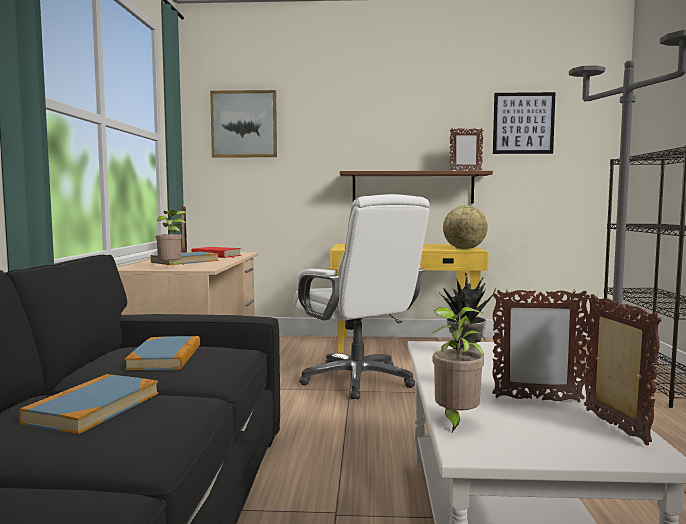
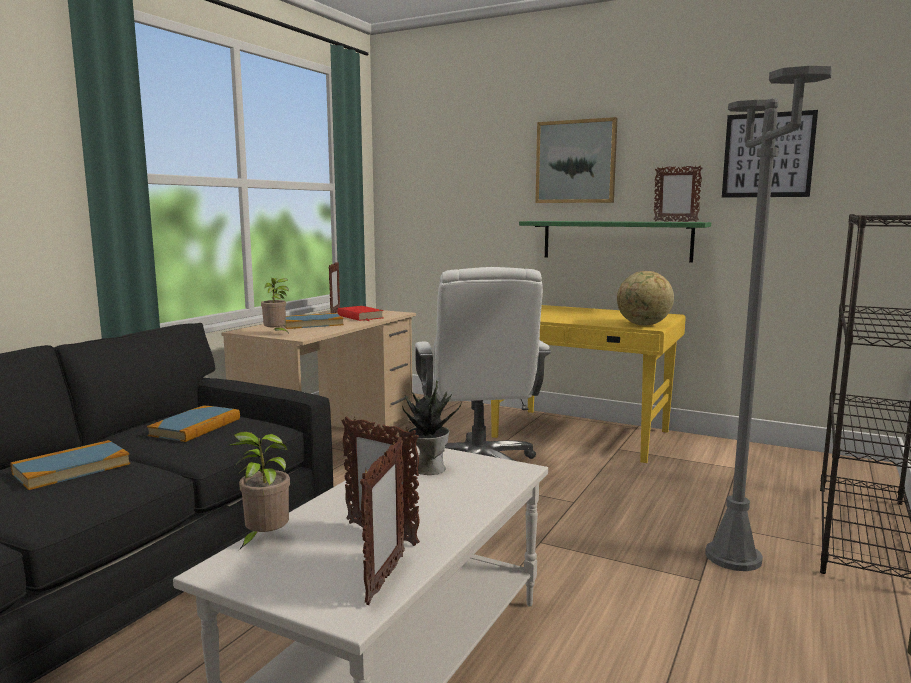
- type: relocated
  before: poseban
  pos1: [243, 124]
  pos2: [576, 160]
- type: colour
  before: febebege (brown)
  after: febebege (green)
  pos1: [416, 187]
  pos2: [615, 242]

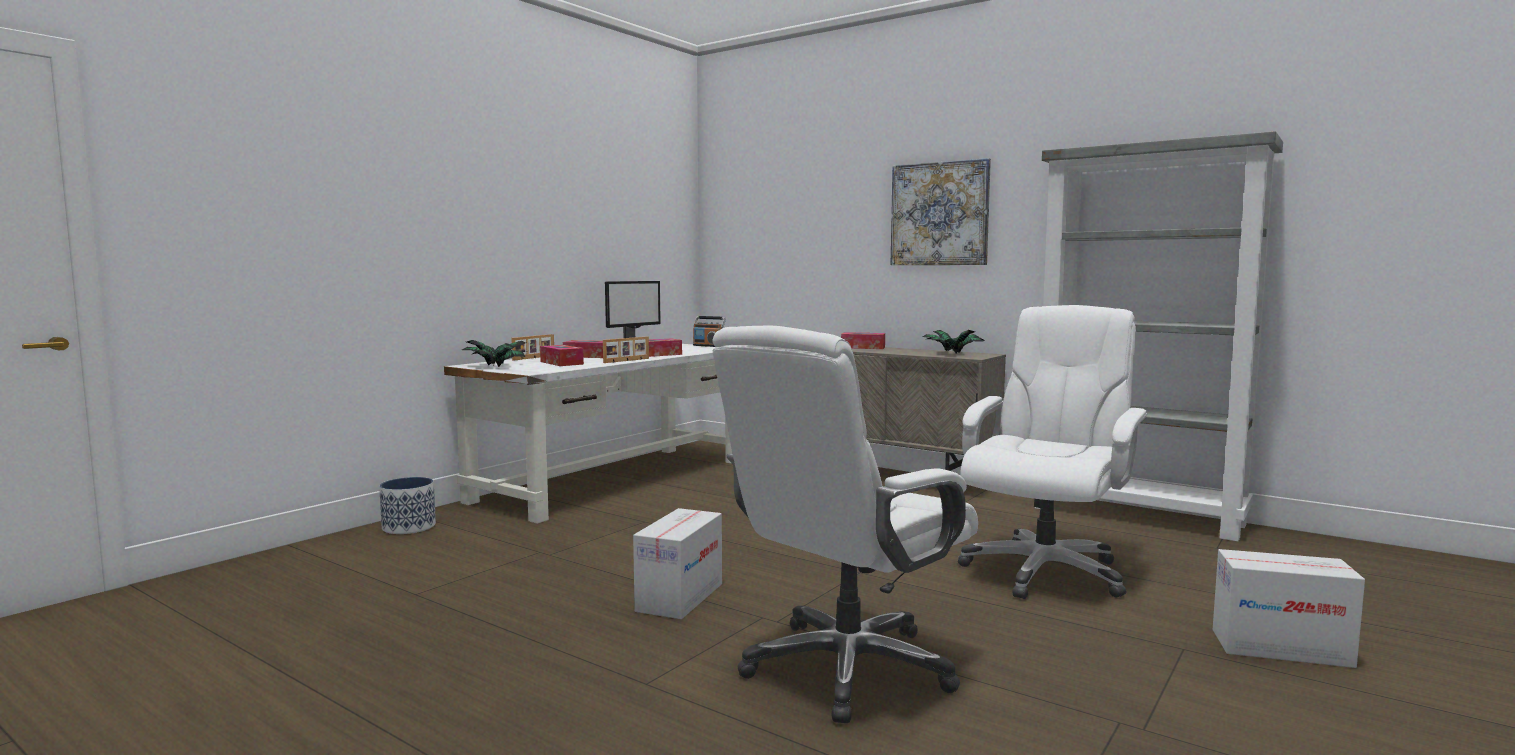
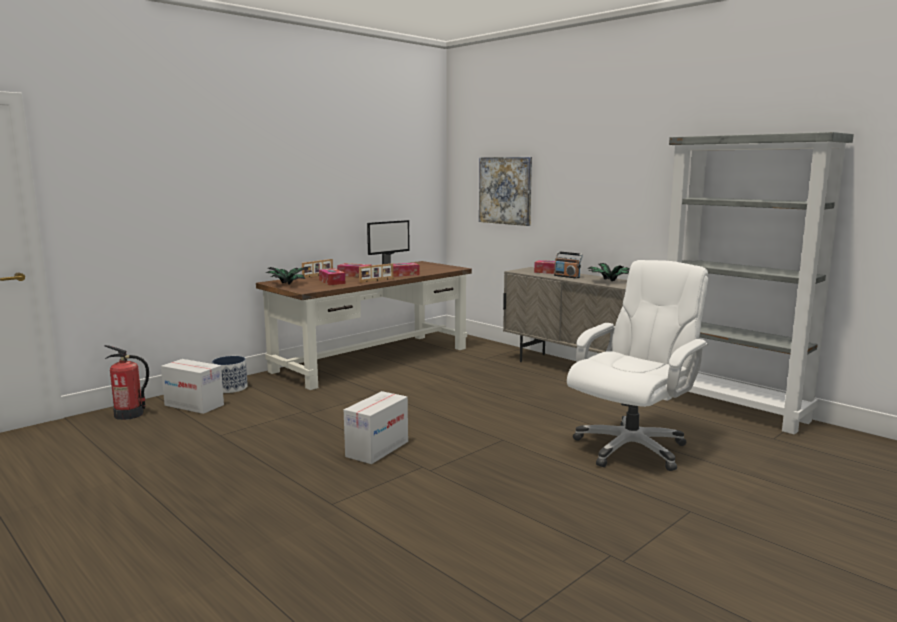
- type: missing
  before: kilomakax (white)
  pos1: [845, 524]
- type: appeared
  after: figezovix
  pos2: [126, 382]
- type: relocated
  before: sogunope
  pos1: [709, 331]
  pos2: [568, 265]
- type: relocated
  before: poseban
  pos1: [941, 211]
  pos2: [505, 191]
- type: relocated
  before: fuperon
  pos1: [1289, 608]
  pos2: [192, 386]
- type: colour
  before: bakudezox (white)
  after: bakudezox (brown)
  pos1: [588, 434]
  pos2: [364, 325]

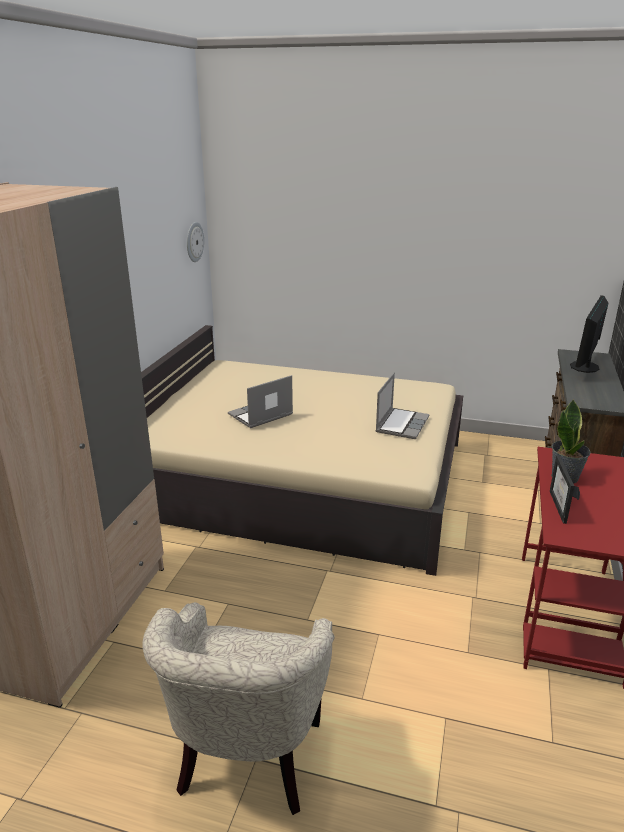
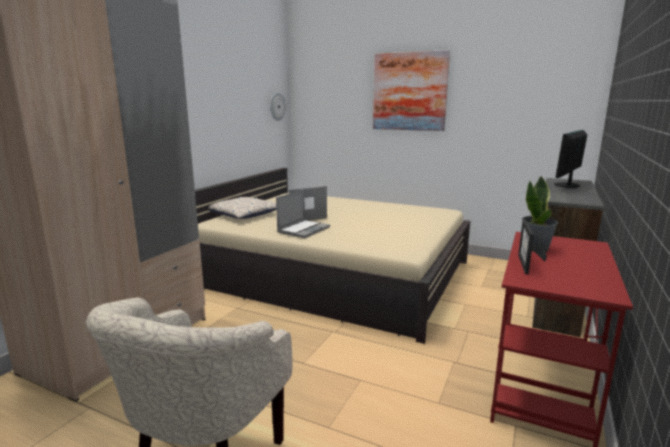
- type: appeared
  after: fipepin
  pos2: [242, 208]
- type: appeared
  after: poseban
  pos2: [411, 90]
- type: relocated
  before: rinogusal
  pos1: [403, 406]
  pos2: [303, 214]

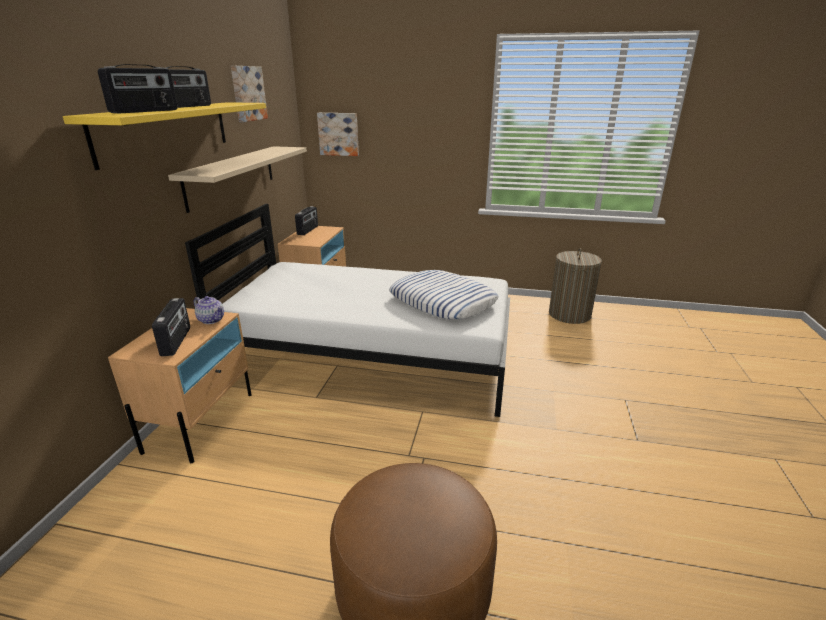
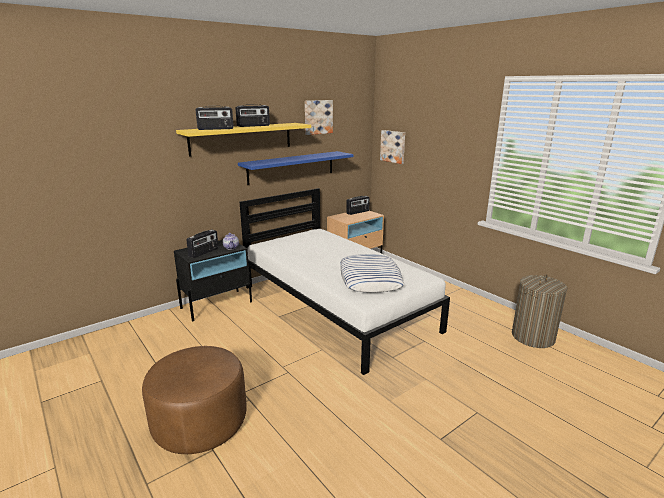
- type: colour
  before: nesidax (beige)
  after: nesidax (black)
  pos1: [179, 385]
  pos2: [213, 280]
- type: colour
  before: febebege (beige)
  after: febebege (blue)
  pos1: [237, 179]
  pos2: [296, 168]

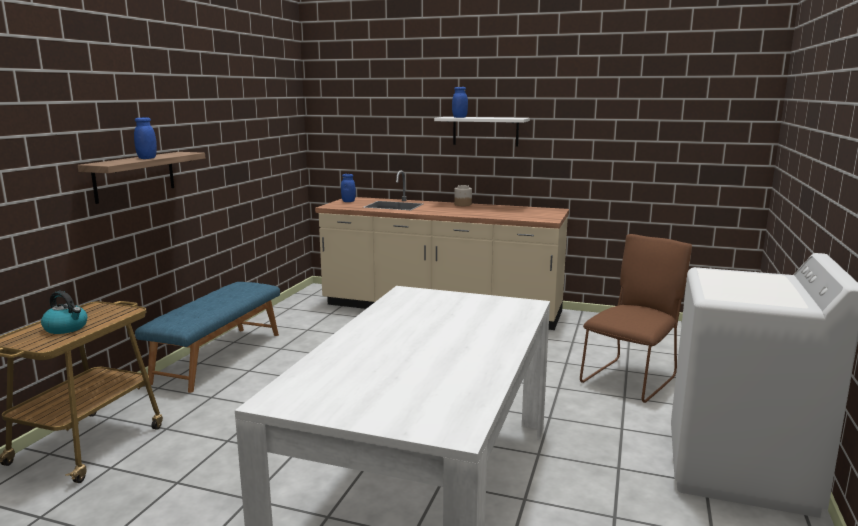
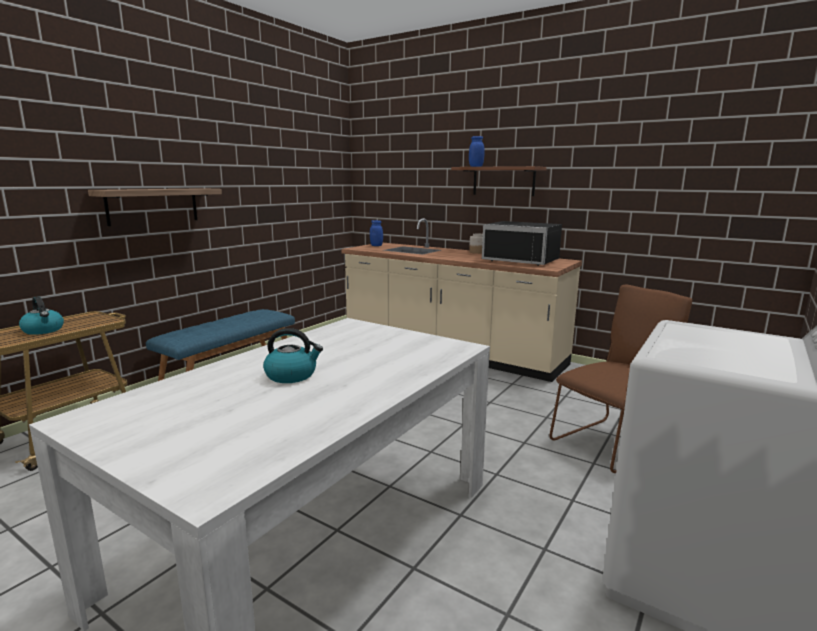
- type: missing
  before: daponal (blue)
  pos1: [145, 138]
- type: appeared
  after: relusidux
  pos2: [293, 355]
- type: appeared
  after: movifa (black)
  pos2: [522, 243]
- type: colour
  before: febebege (white)
  after: febebege (brown)
  pos1: [482, 131]
  pos2: [499, 181]

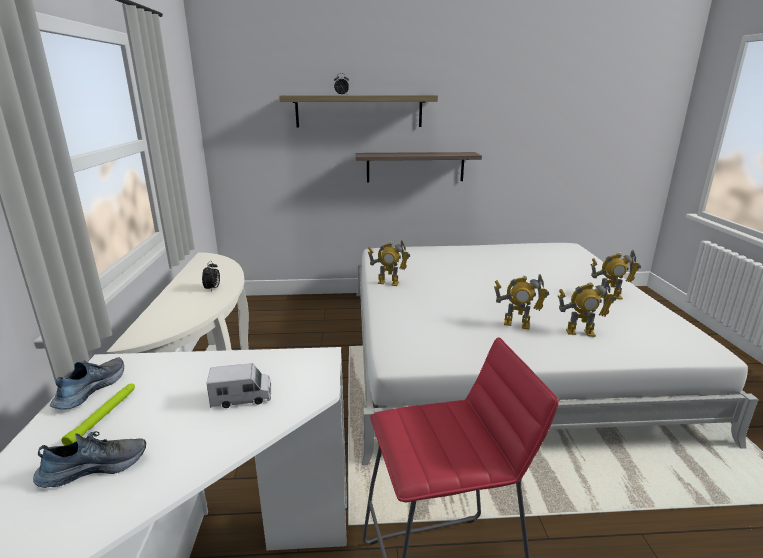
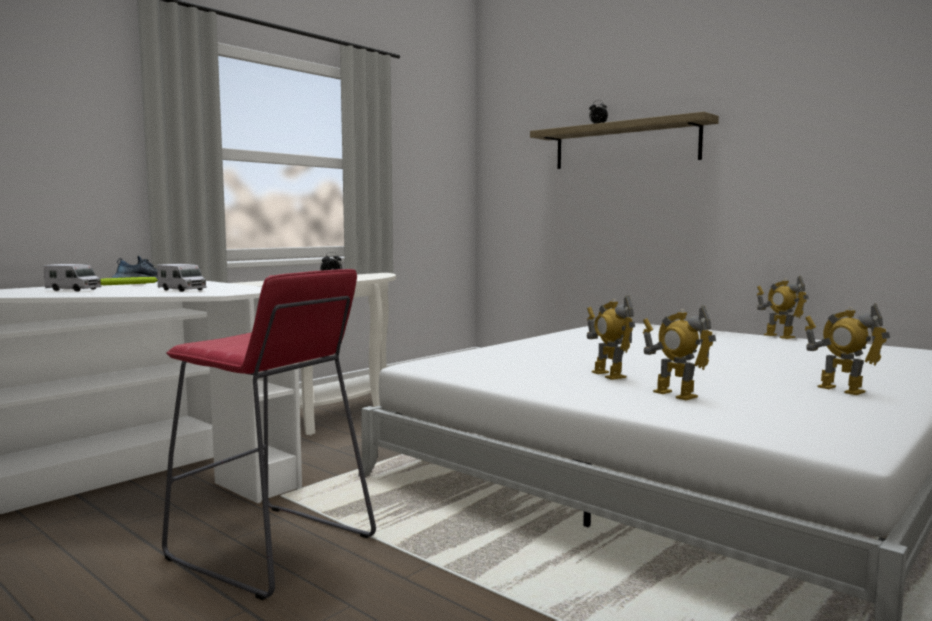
- type: missing
  before: febebege
  pos1: [419, 167]
- type: relocated
  before: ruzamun
  pos1: [389, 262]
  pos2: [783, 307]
- type: exchanged
  before: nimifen
  after: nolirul
  pos1: [89, 459]
  pos2: [73, 278]

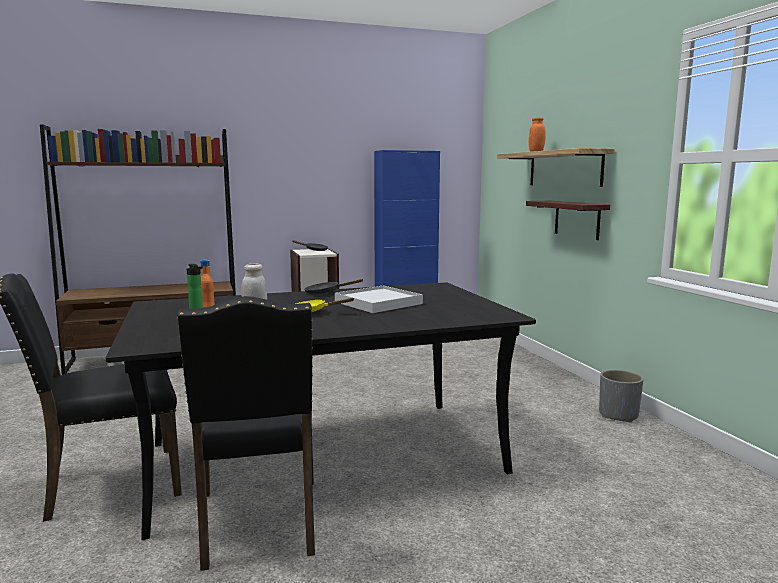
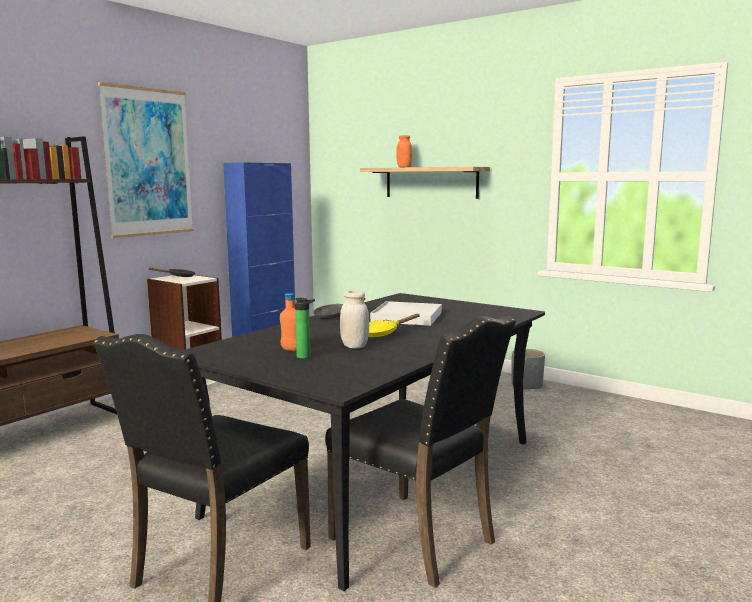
- type: missing
  before: febebege
  pos1: [568, 220]
- type: appeared
  after: poseban
  pos2: [146, 160]

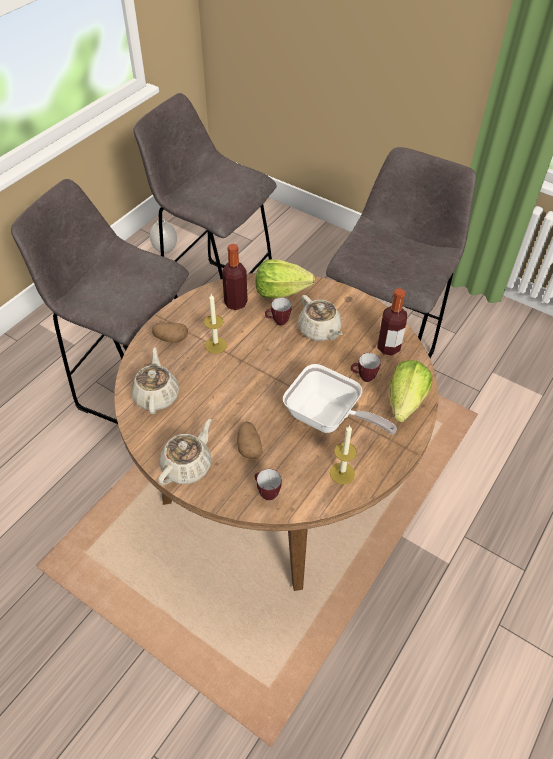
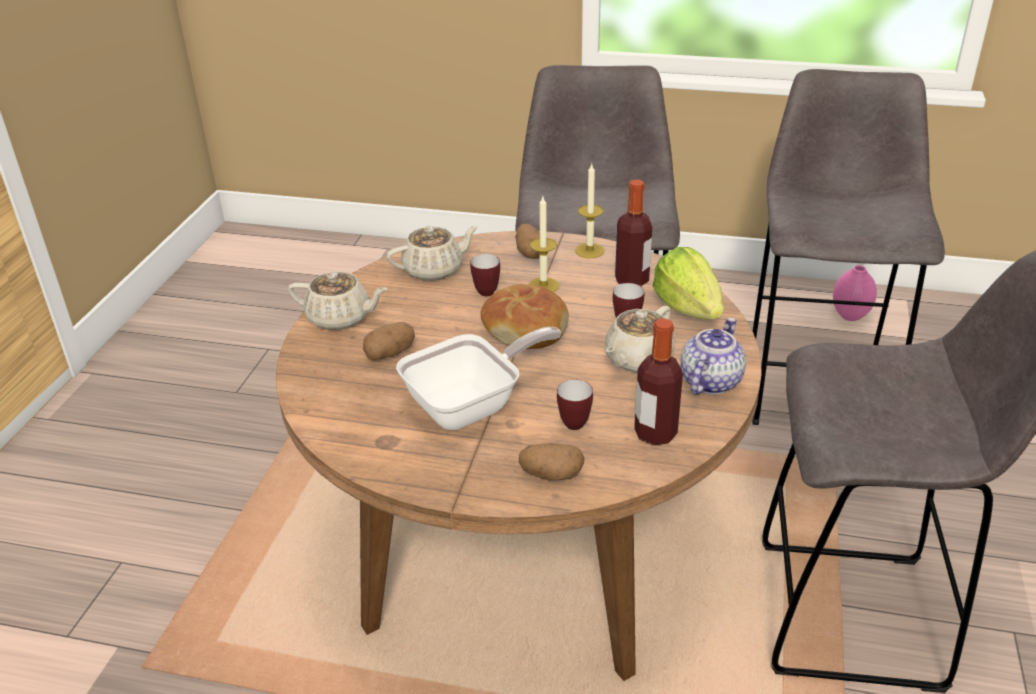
- type: appeared
  after: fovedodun
  pos2: [525, 316]
- type: appeared
  after: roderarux
  pos2: [713, 356]
- type: relocated
  before: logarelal
  pos1: [268, 484]
  pos2: [485, 275]
- type: relocated
  before: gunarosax
  pos1: [343, 454]
  pos2: [590, 211]
- type: exchanged
  before: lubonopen
  after: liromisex
  pos1: [410, 391]
  pos2: [552, 461]
- type: colour
  before: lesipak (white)
  after: lesipak (pink)
  pos1: [163, 236]
  pos2: [855, 293]
- type: spun
  before: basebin
  pos1: [340, 399]
  pos2: [478, 378]
  turn: -135

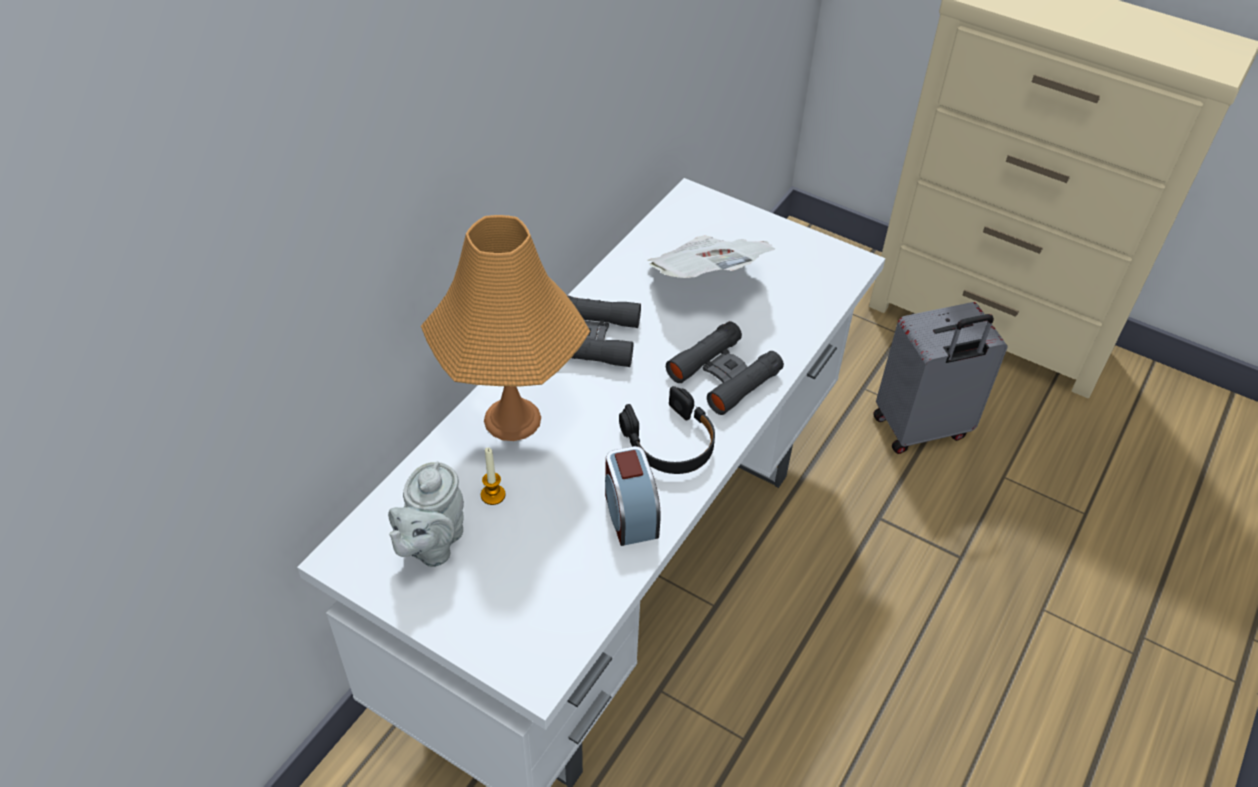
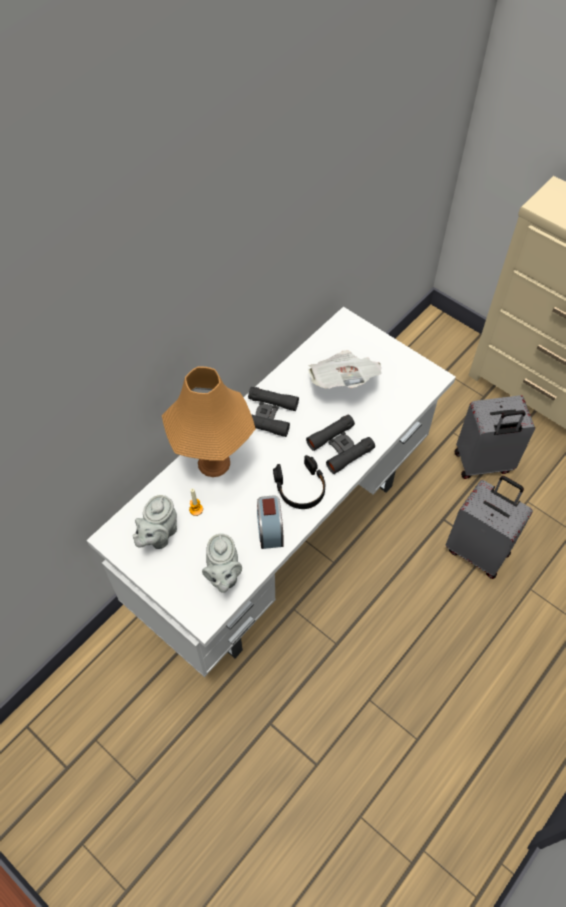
- type: appeared
  after: roderarux (grey)
  pos2: [222, 563]
- type: appeared
  after: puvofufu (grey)
  pos2: [489, 527]

